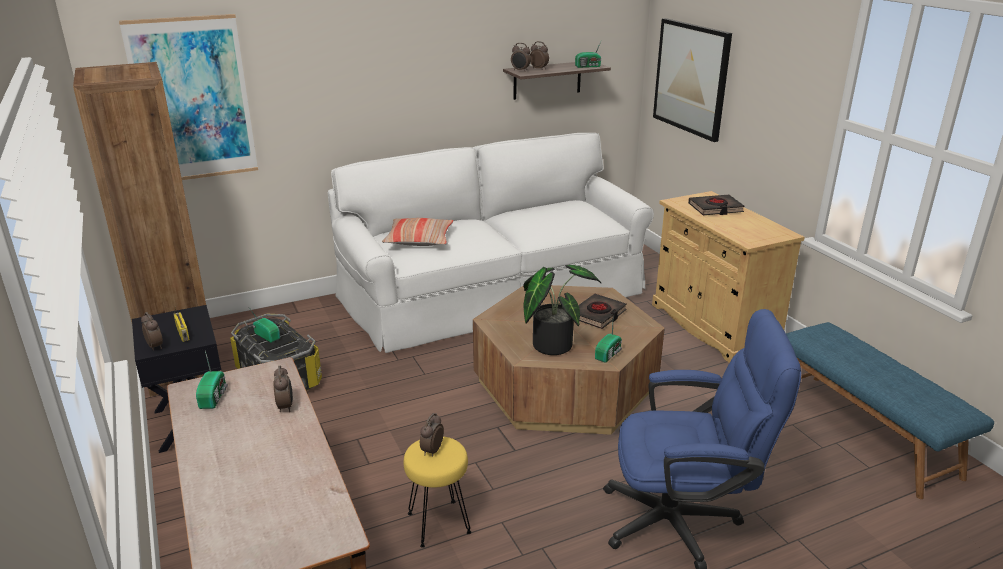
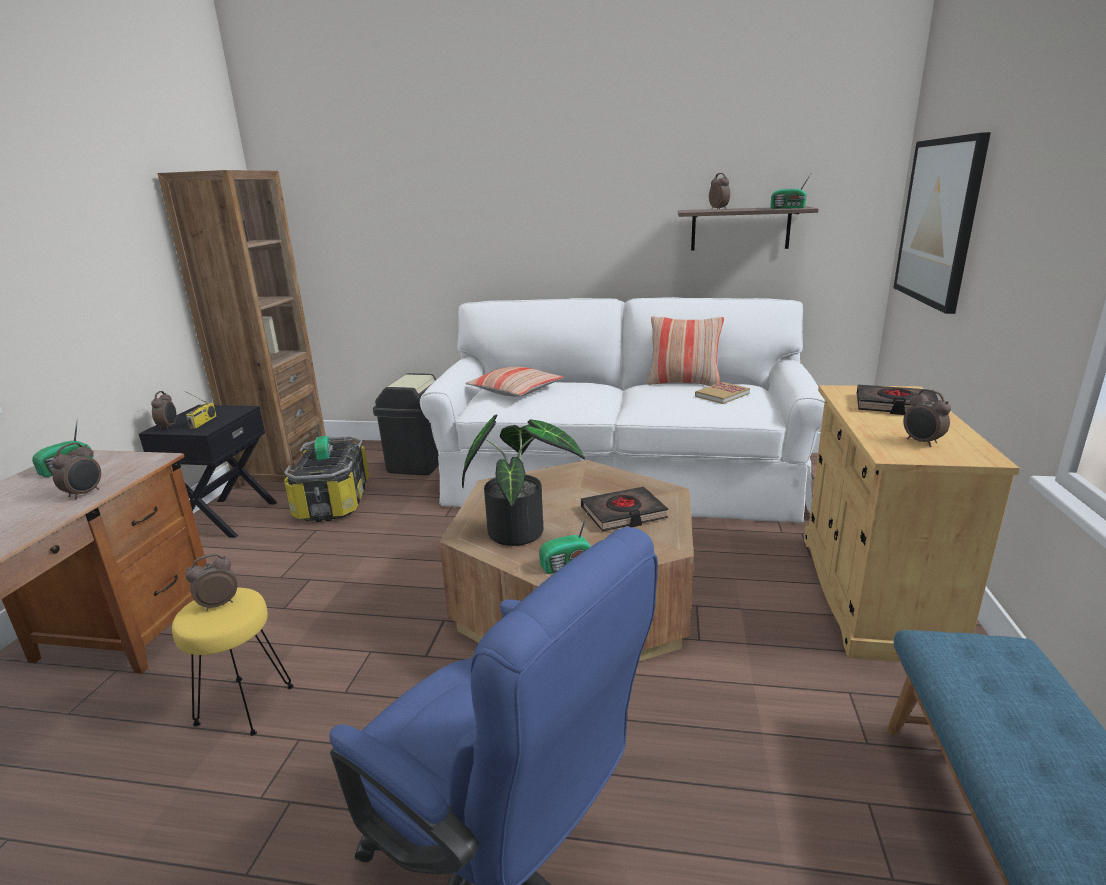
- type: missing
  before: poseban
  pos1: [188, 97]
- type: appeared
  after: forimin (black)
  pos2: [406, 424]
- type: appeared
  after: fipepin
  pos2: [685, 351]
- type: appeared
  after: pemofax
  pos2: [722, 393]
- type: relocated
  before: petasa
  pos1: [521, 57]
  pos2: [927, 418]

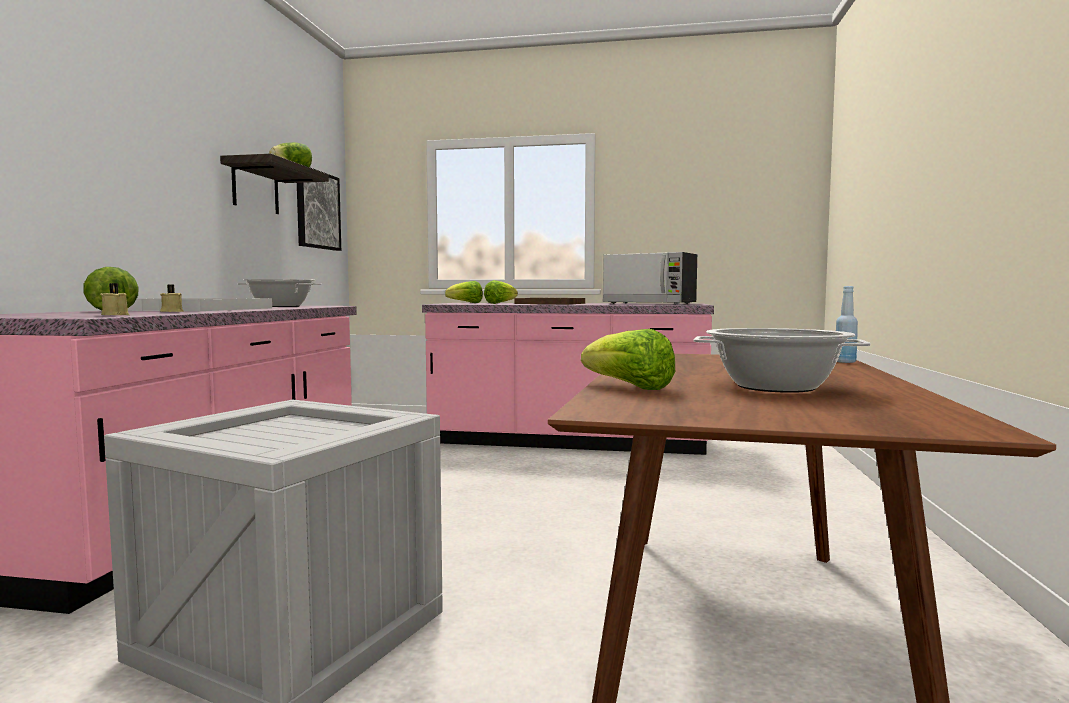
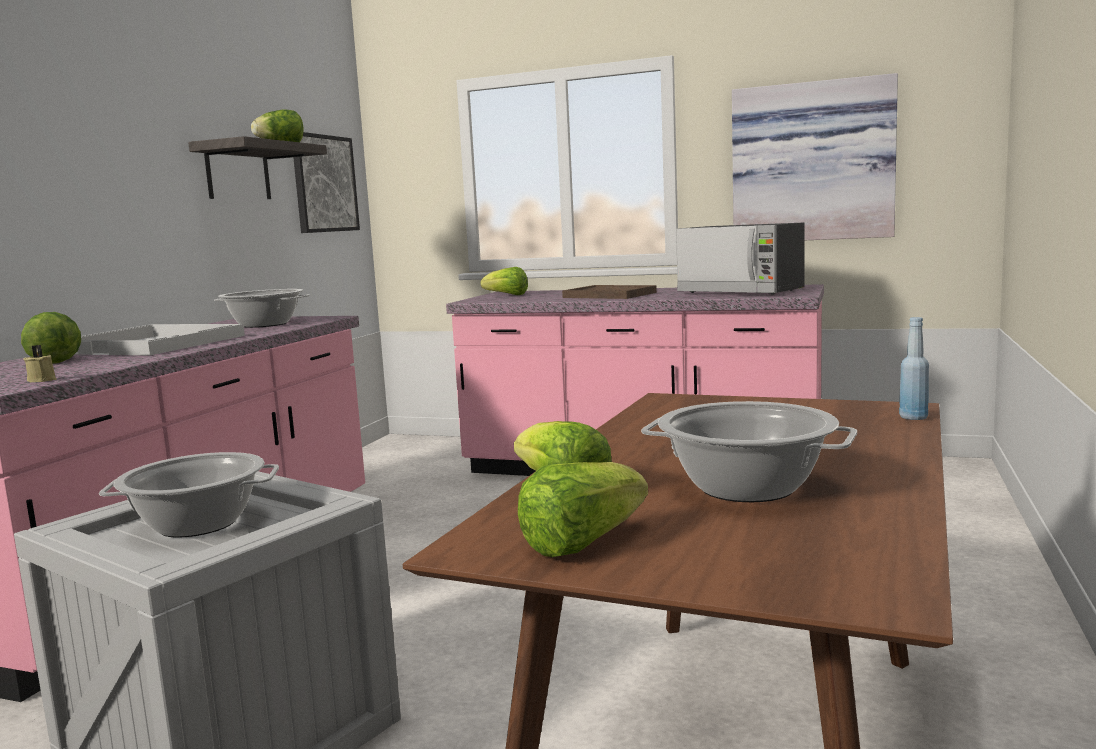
- type: missing
  before: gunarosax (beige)
  pos1: [172, 298]
- type: appeared
  after: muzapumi
  pos2: [189, 495]
- type: appeared
  after: poseban
  pos2: [815, 156]
- type: relocated
  before: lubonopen
  pos1: [501, 292]
  pos2: [583, 509]

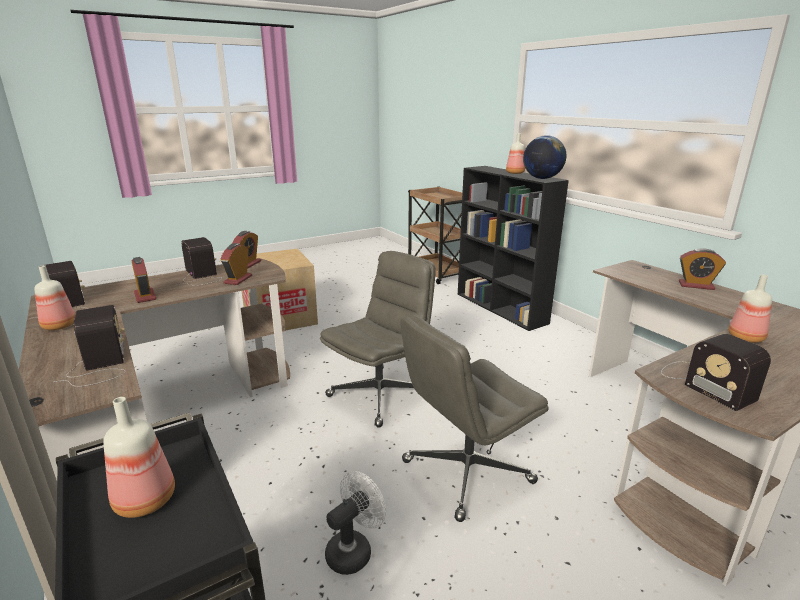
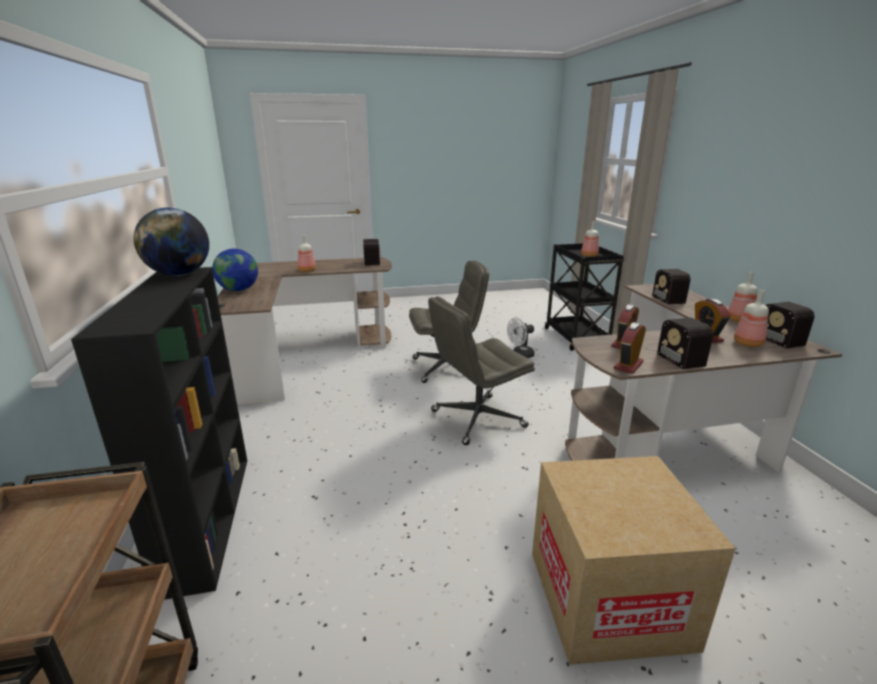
- type: relocated
  before: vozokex
  pos1: [515, 153]
  pos2: [751, 318]
- type: exchanged
  before: petasa
  after: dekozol
  pos1: [702, 269]
  pos2: [235, 270]

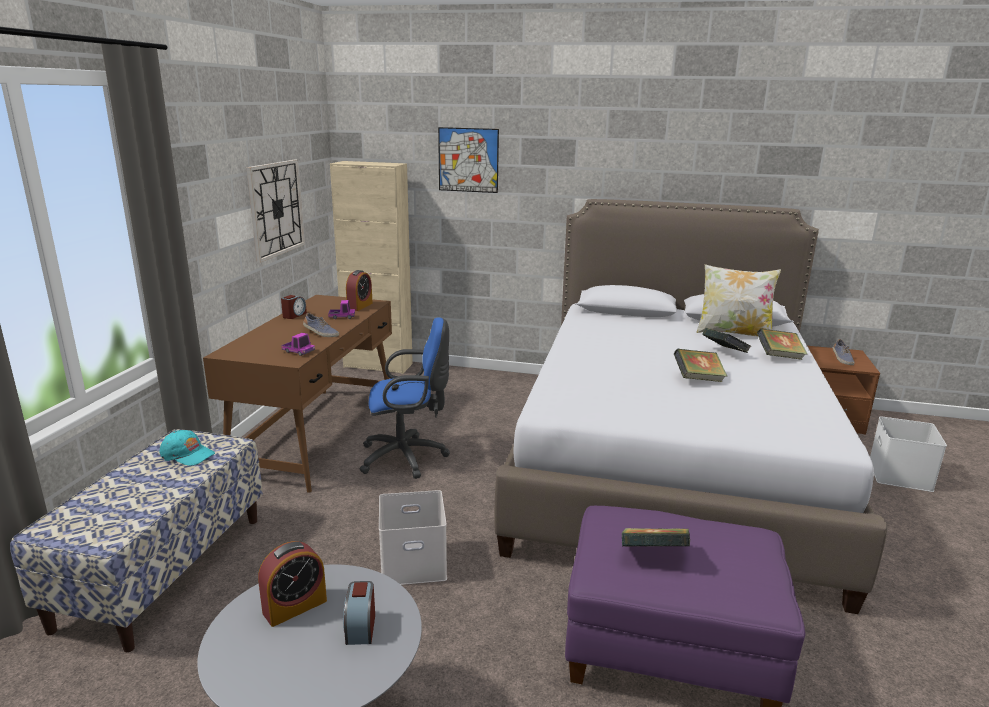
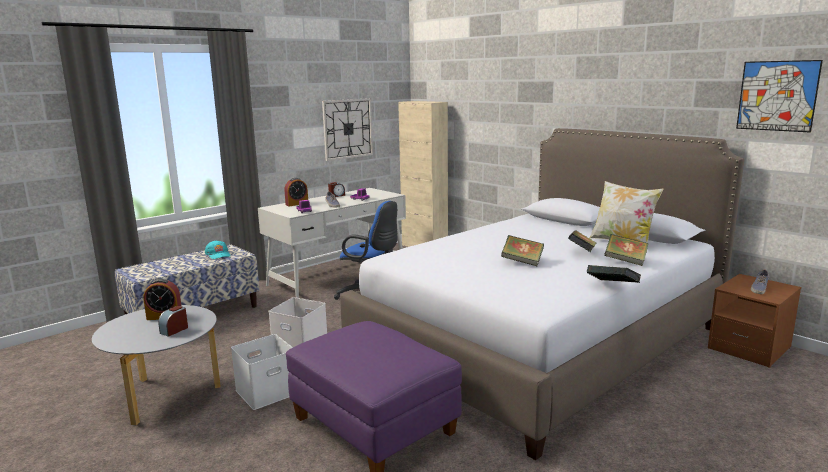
- type: relocated
  before: petasa
  pos1: [359, 290]
  pos2: [296, 192]
- type: relocated
  before: poseban
  pos1: [468, 160]
  pos2: [779, 96]
- type: relocated
  before: pemofax
  pos1: [655, 537]
  pos2: [614, 274]
- type: relocated
  before: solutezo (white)
  pos1: [908, 454]
  pos2: [262, 372]
- type: colour
  before: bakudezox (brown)
  after: bakudezox (white)
  pos1: [297, 394]
  pos2: [332, 243]

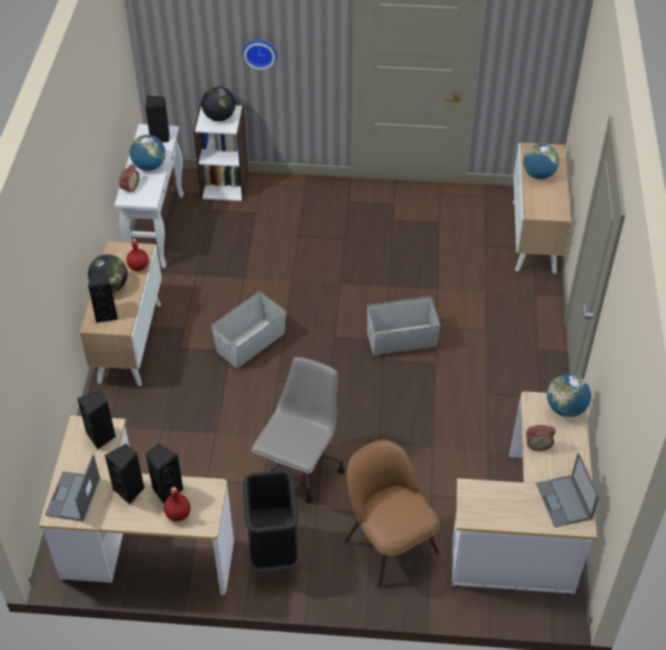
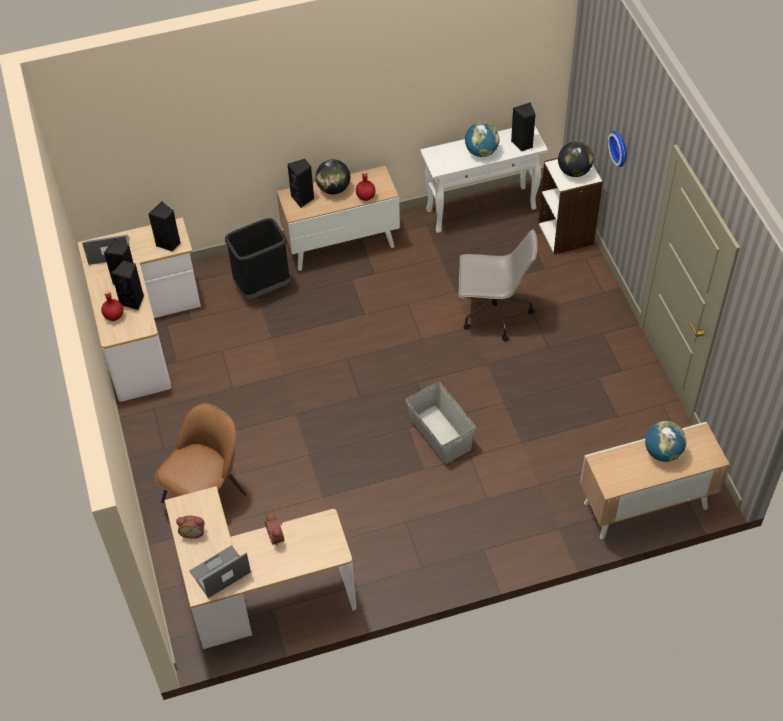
- type: missing
  before: solutezo (grey)
  pos1: [249, 329]
- type: missing
  before: dekozol
  pos1: [569, 395]
- type: relocated
  before: petasa
  pos1: [129, 179]
  pos2: [190, 527]
- type: relocated
  before: forimin (black)
  pos1: [270, 521]
  pos2: [257, 258]
- type: relocated
  before: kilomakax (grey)
  pos1: [298, 430]
  pos2: [498, 285]

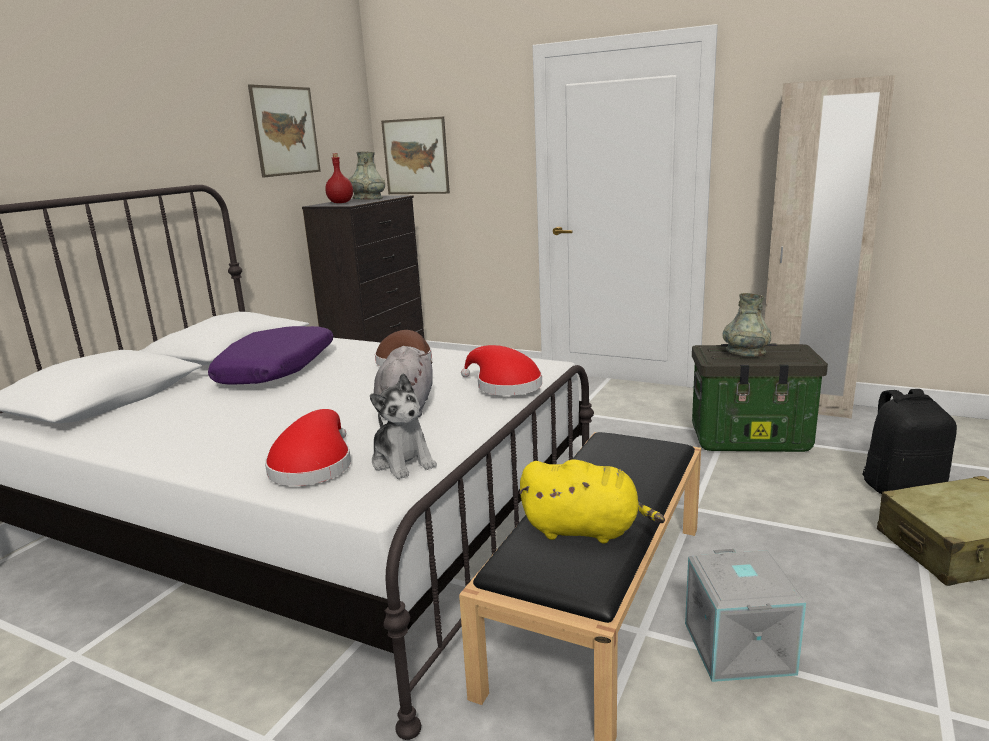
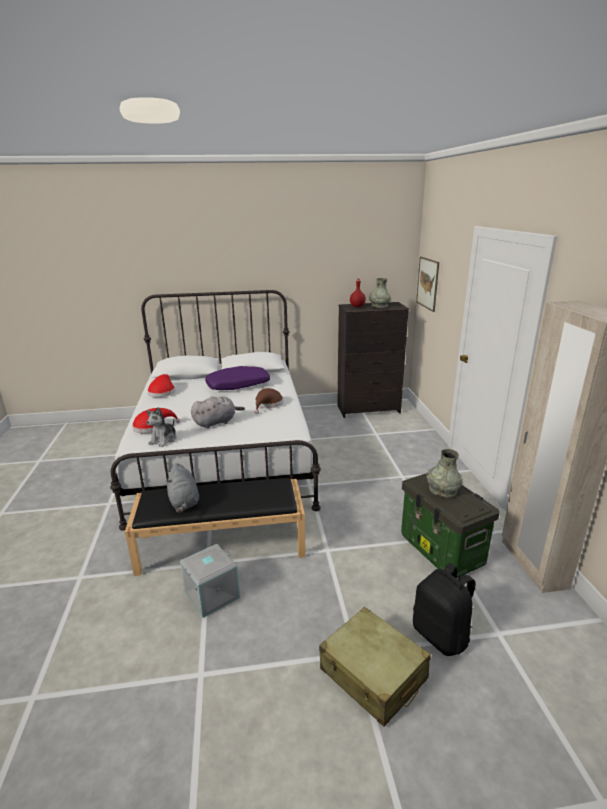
- type: missing
  before: poseban
  pos1: [284, 131]
- type: relocated
  before: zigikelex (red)
  pos1: [501, 370]
  pos2: [161, 385]
- type: colour
  before: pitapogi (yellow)
  after: pitapogi (grey)
  pos1: [592, 501]
  pos2: [182, 488]

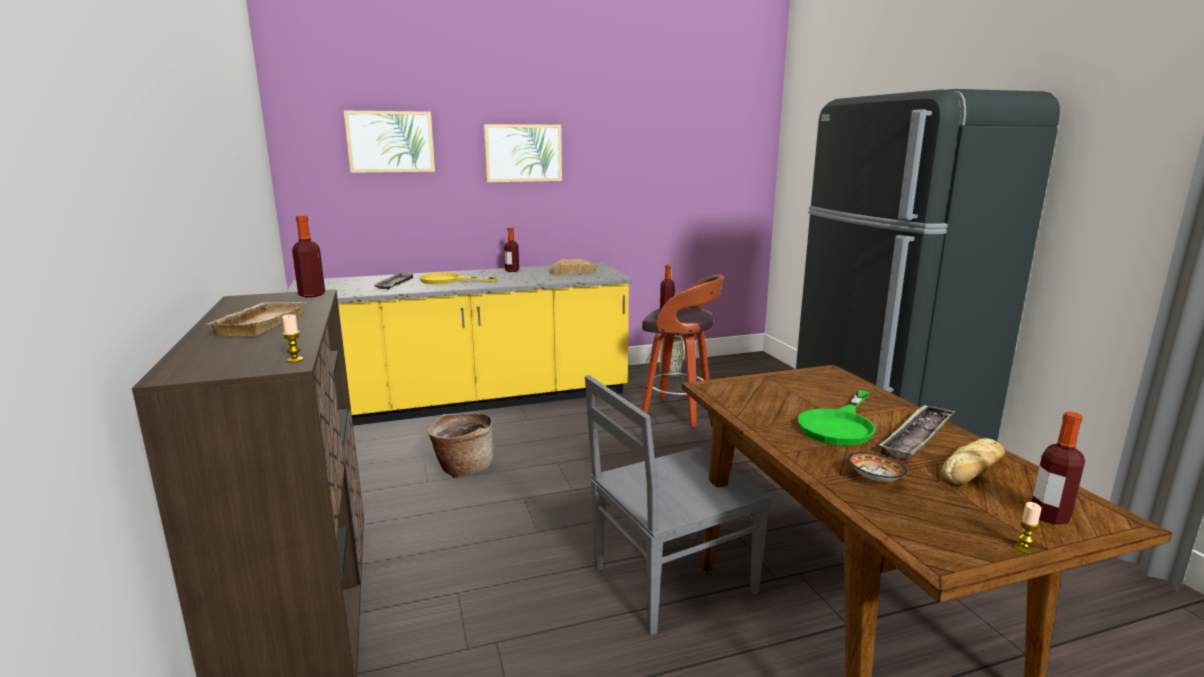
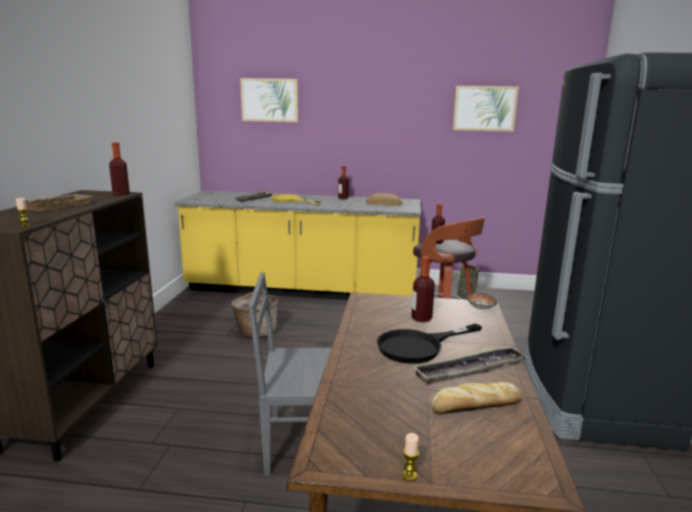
- type: relocated
  before: poseban
  pos1: [522, 153]
  pos2: [486, 109]
- type: relocated
  before: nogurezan
  pos1: [877, 467]
  pos2: [481, 301]
- type: relocated
  before: vozokex
  pos1: [1058, 468]
  pos2: [423, 289]
- type: colour
  before: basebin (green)
  after: basebin (black)
  pos1: [836, 418]
  pos2: [429, 344]

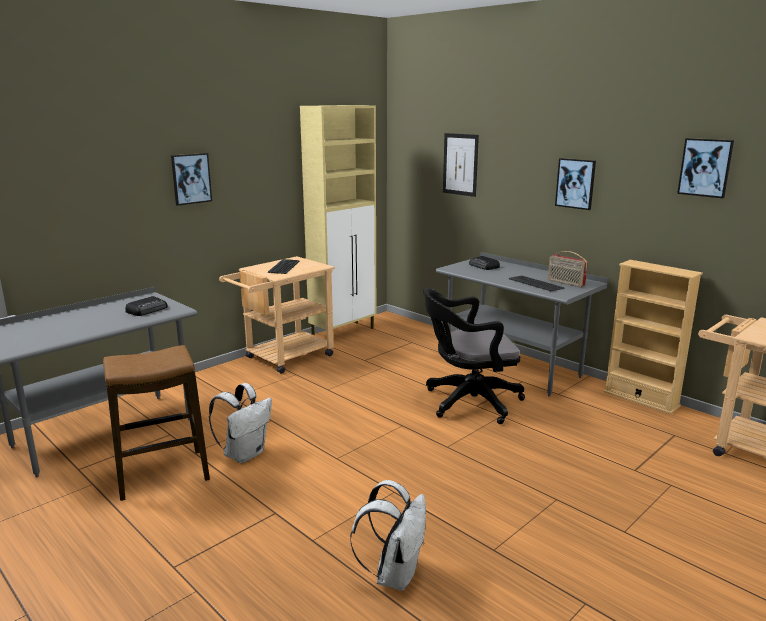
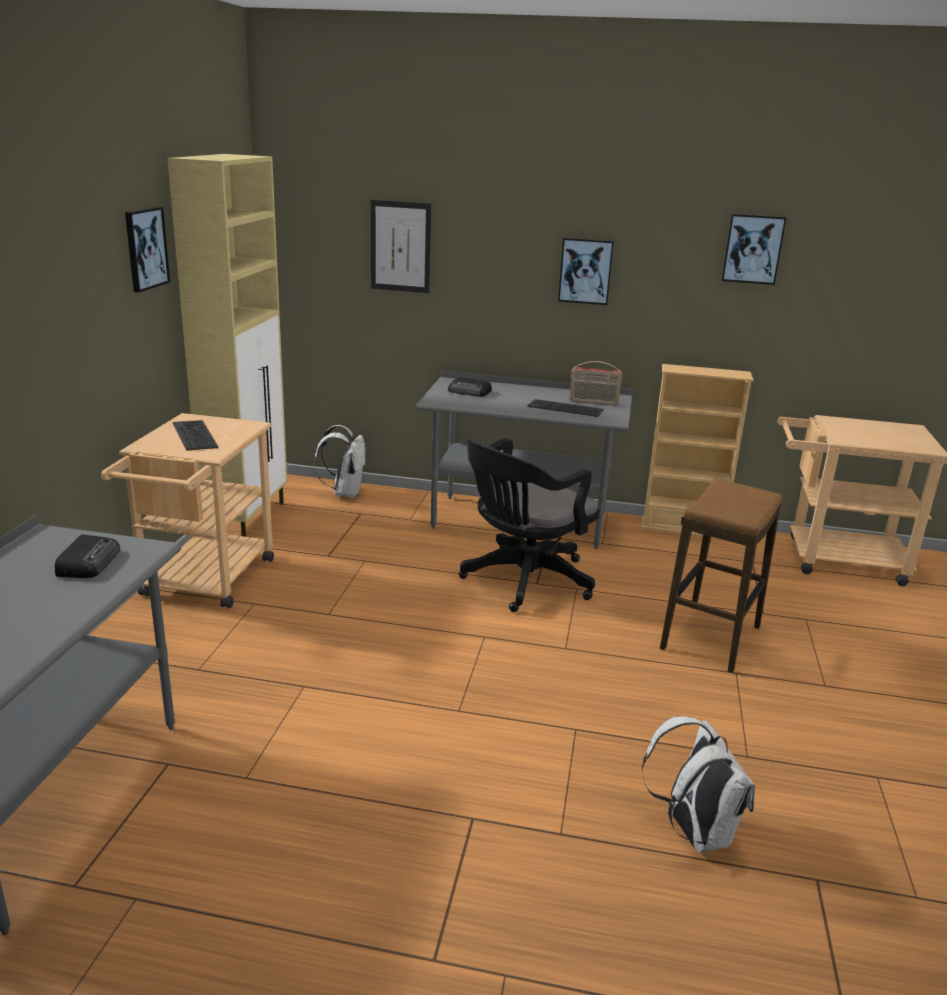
- type: relocated
  before: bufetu
  pos1: [156, 423]
  pos2: [721, 576]
- type: relocated
  before: poseban
  pos1: [191, 179]
  pos2: [147, 249]
- type: relocated
  before: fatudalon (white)
  pos1: [240, 423]
  pos2: [340, 461]

